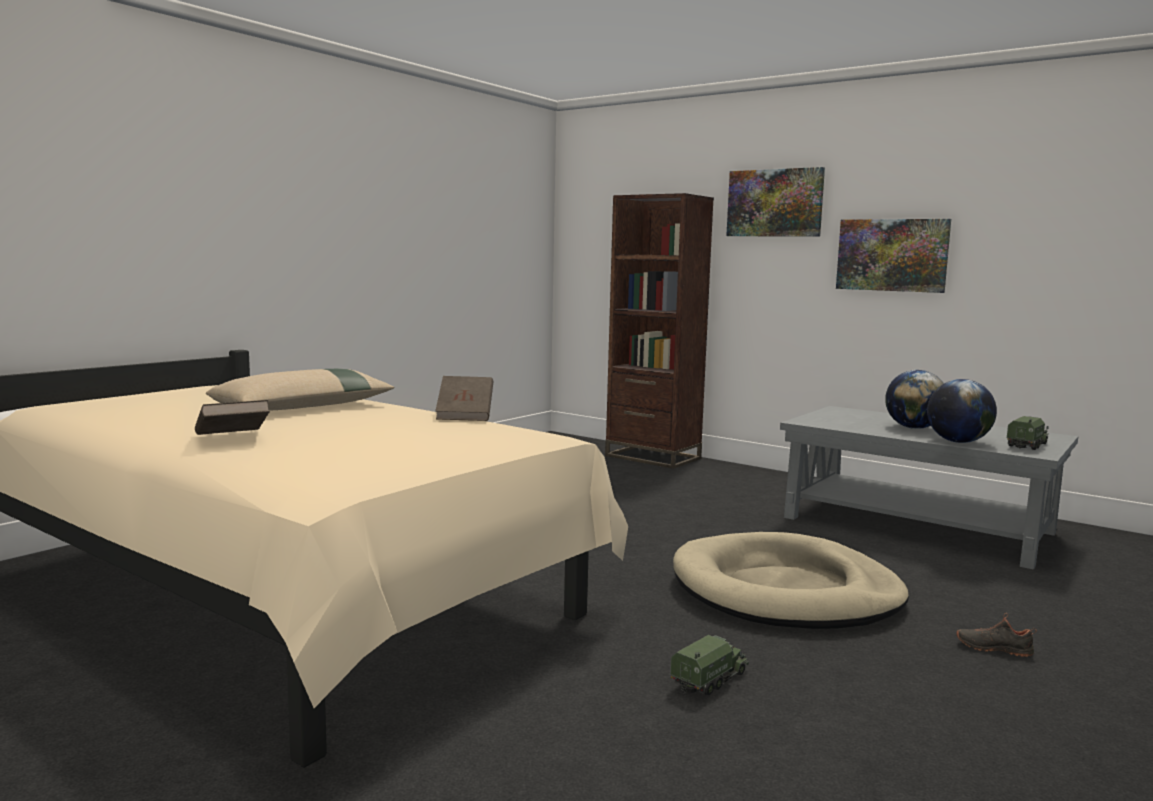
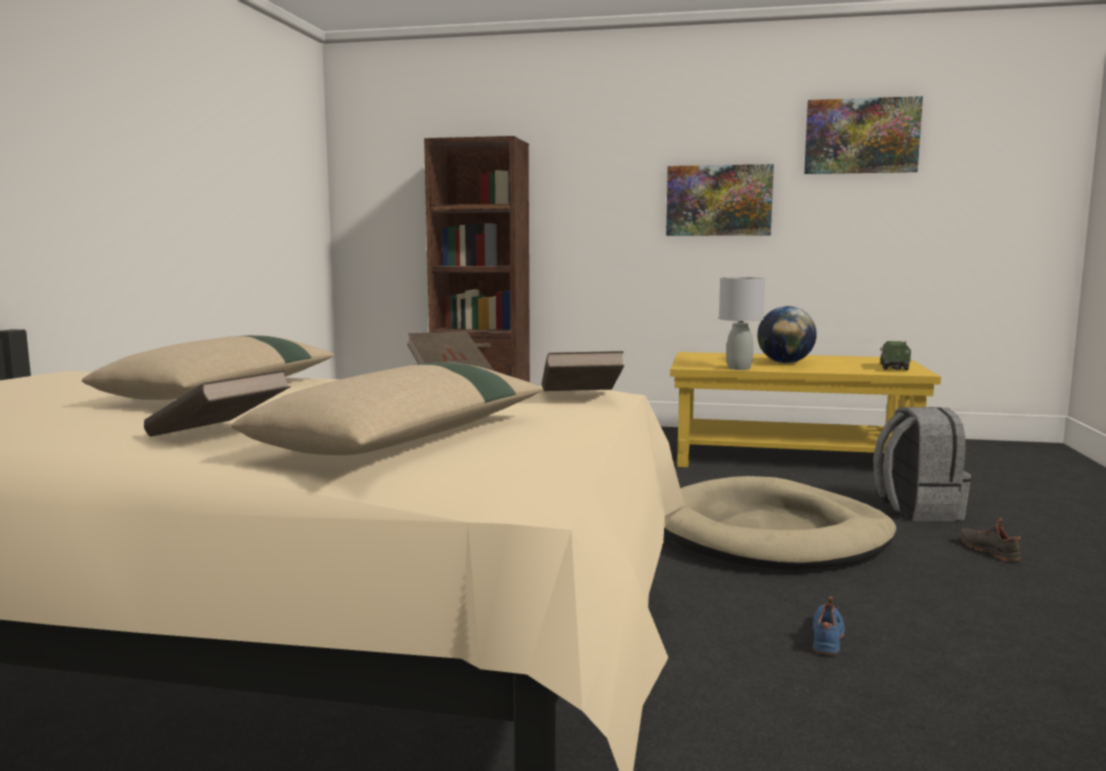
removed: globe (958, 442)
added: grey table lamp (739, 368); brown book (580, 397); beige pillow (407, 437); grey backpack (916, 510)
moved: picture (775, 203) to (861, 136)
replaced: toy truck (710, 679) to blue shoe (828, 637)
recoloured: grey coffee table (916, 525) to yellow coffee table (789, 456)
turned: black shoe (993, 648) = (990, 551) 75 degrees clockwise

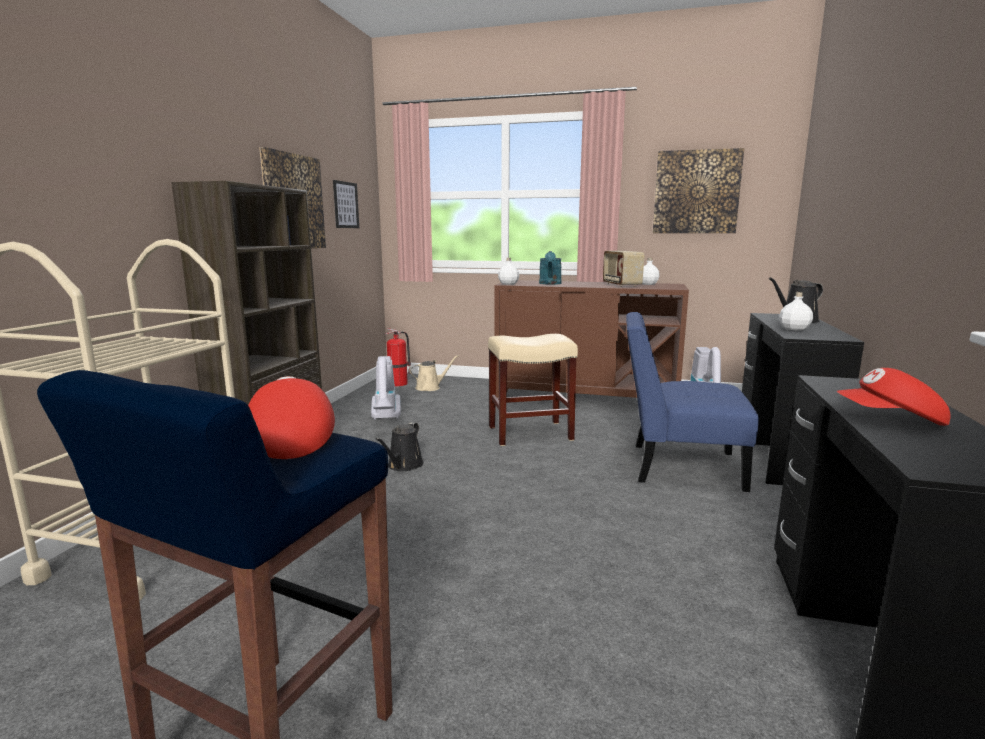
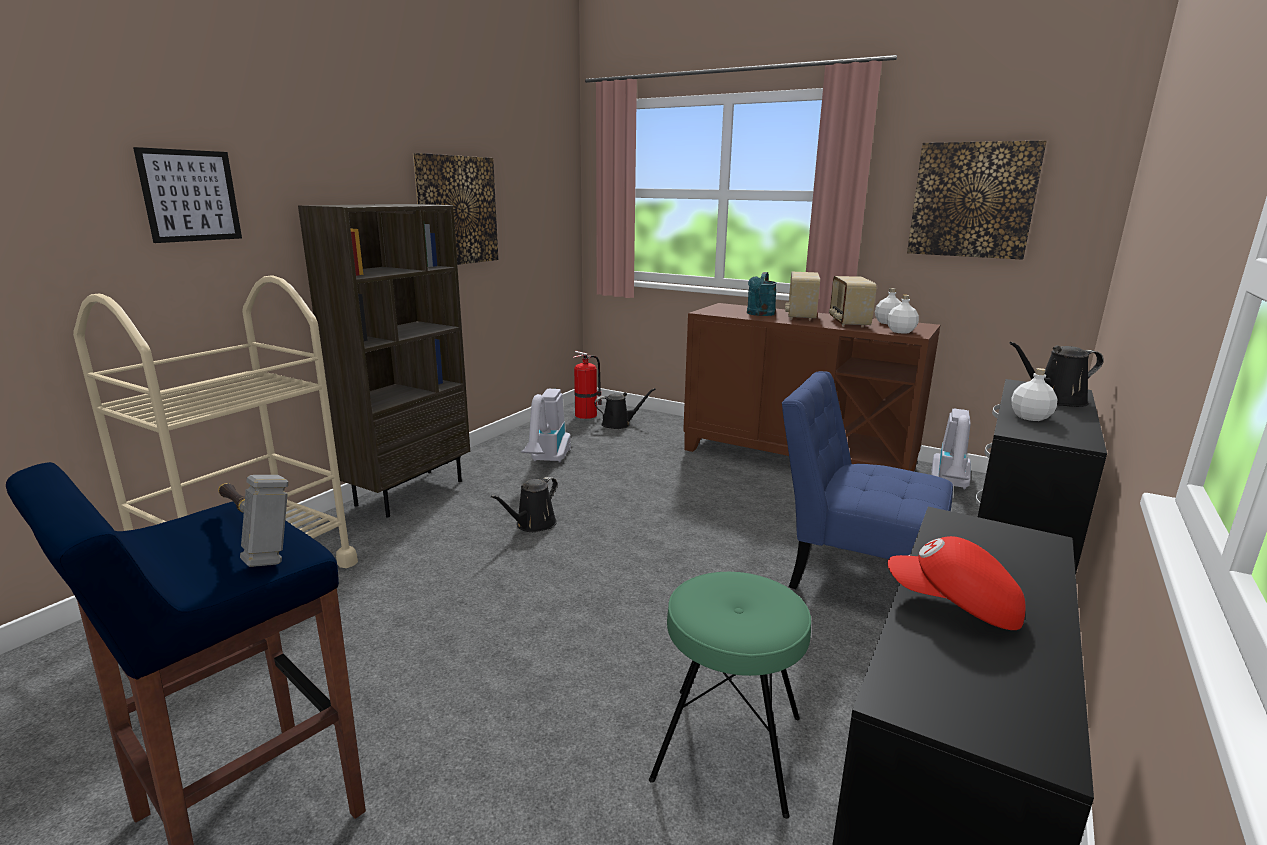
removed: beige stool (530, 433)
added: radio (800, 316); green stool (728, 747)
moved: picture (345, 205) to (190, 196); white bottle (508, 284) to (901, 332)
replaced: red cap (290, 440) to hammer (252, 538)
recoloured: beige watering can (430, 387) to black watering can (619, 424)

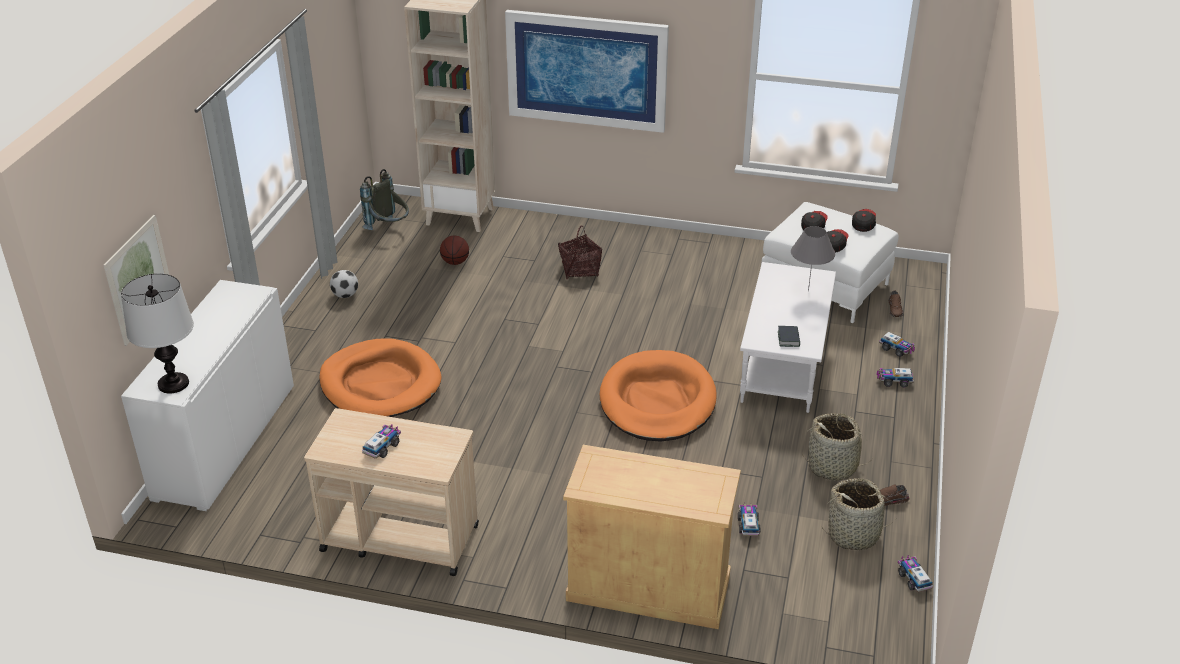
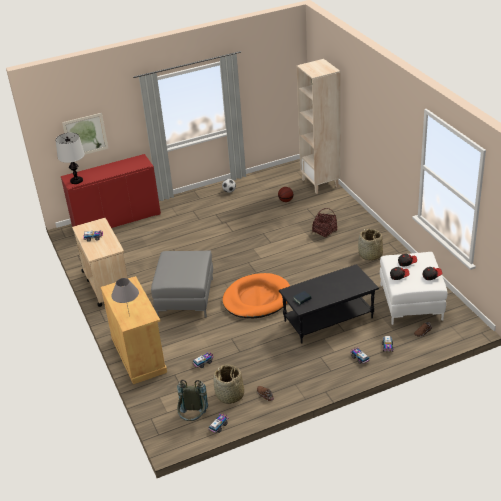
removed: picture (586, 70); orange dog bed (380, 384)
added: grey ottoman (185, 298)
moved: grey backpack (389, 229) to (193, 418); grey table lamp (808, 291) to (129, 316); basket (833, 467) to (370, 255)
recoloured: white coffee table (784, 365) to black coffee table (328, 320); white cabinet (225, 441) to red cabinet (116, 220)

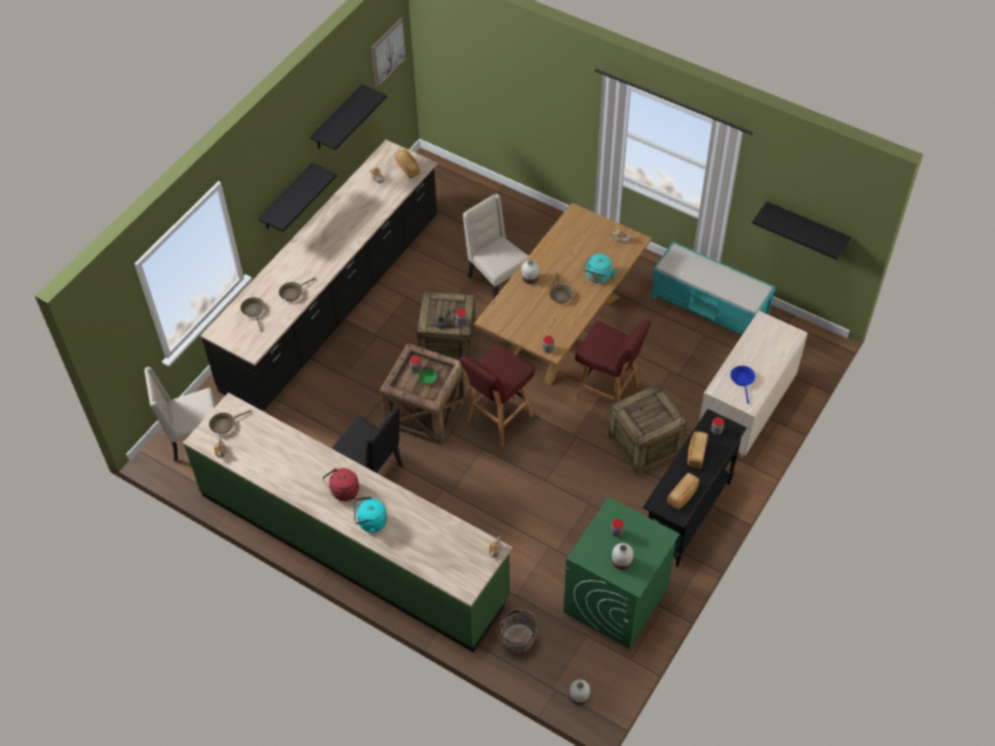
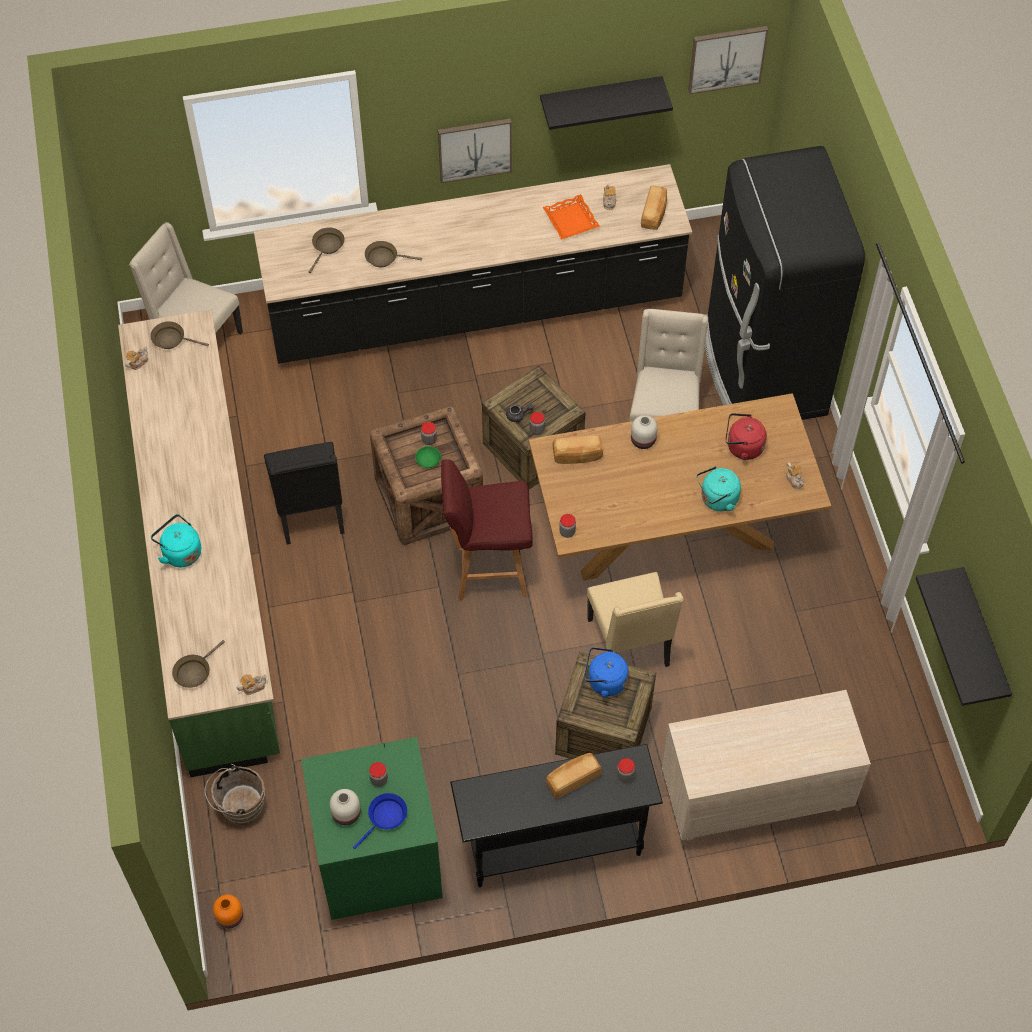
removed: turquoise bench (710, 308)
added: black fridge (761, 370); orange tray (571, 220); blue kettle (604, 681)
moved: brown frying pan (560, 294) to (194, 671); blue frying pan (742, 380) to (385, 817); red kettle (343, 492) to (742, 447); bread (683, 495) to (577, 456)
replaced: black shelf (286, 198) to picture (474, 149); red stool (608, 394) to beige chair (630, 644)
recoloured: white vase (579, 697) to orange vase (229, 917)

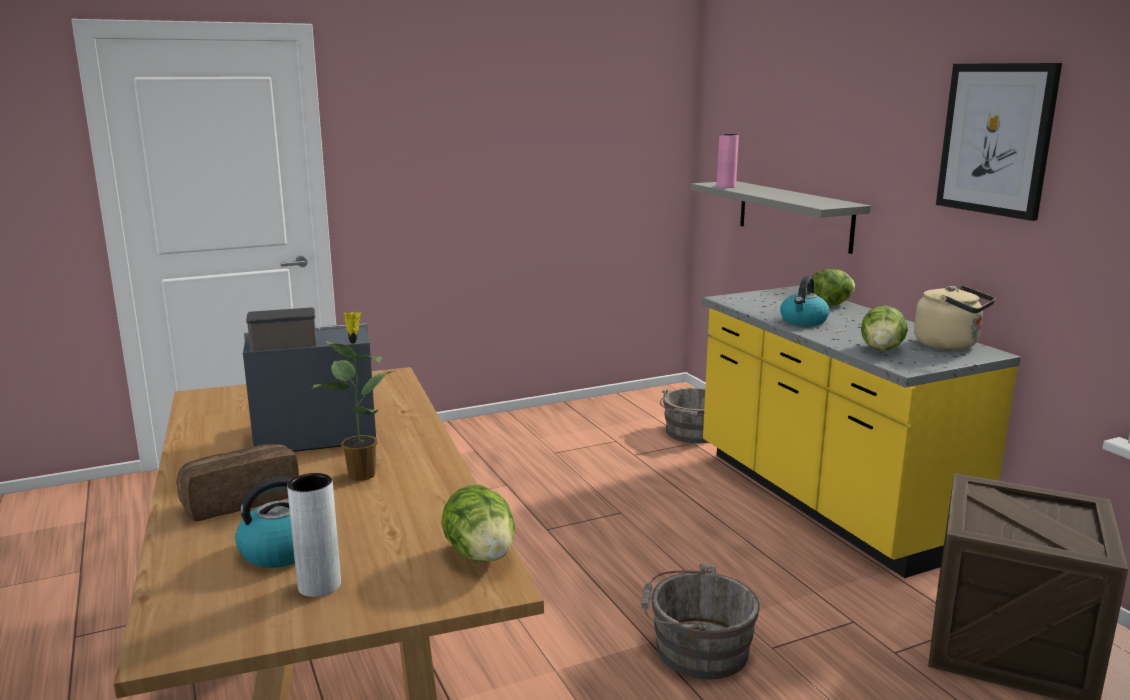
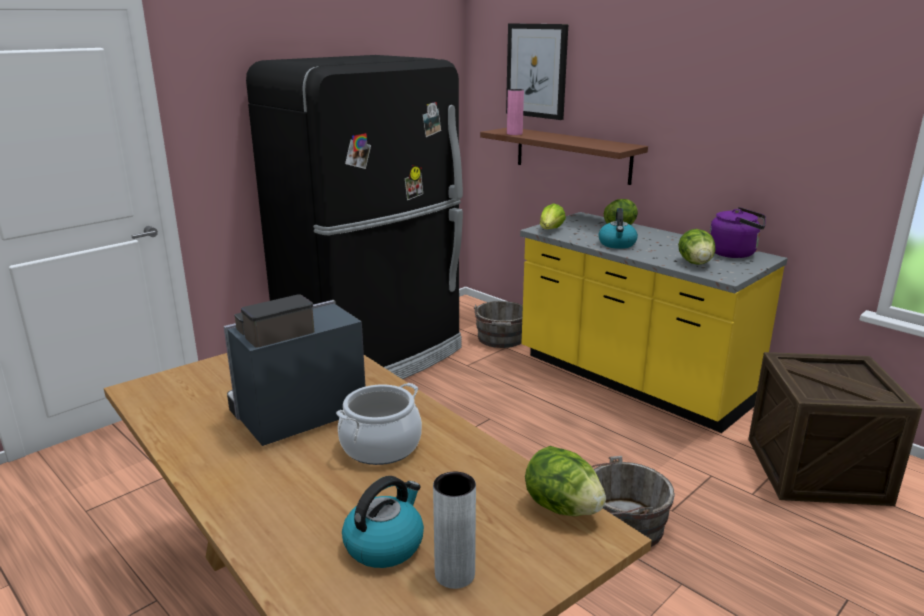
removed: bread (240, 500)
added: black fridge (374, 357); lettuce (550, 230)
moved: picture (996, 139) to (537, 71)
replaced: potted plant (362, 474) to cooking pot (381, 446)
recoloured: grey shelf (794, 215) to brown shelf (572, 155); beige kettle (950, 345) to purple kettle (735, 253)

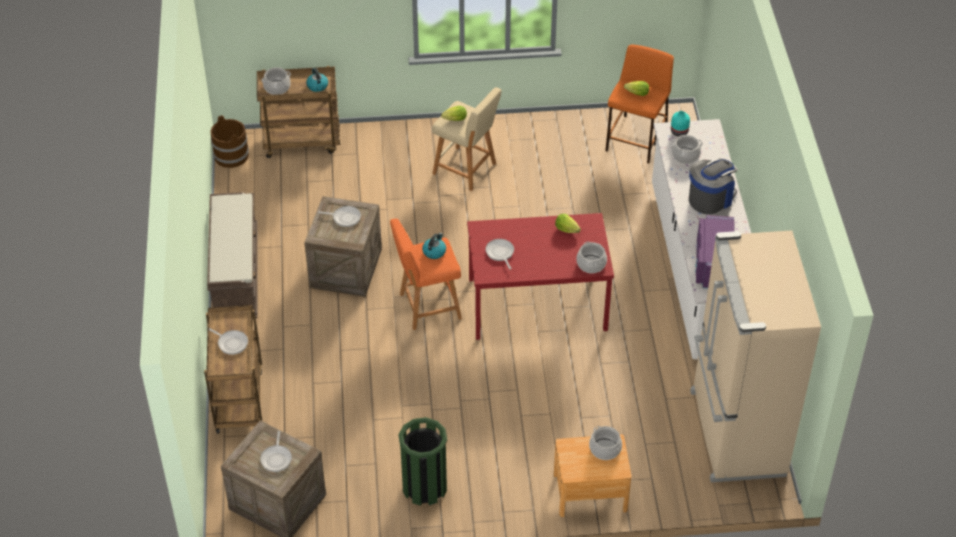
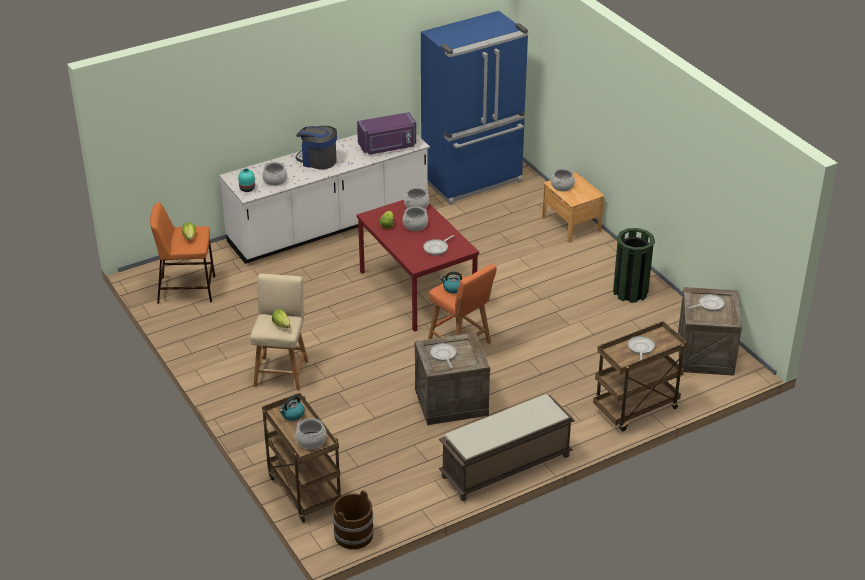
added: cooking pot (415, 225)
recoloured: beige fridge (735, 434) to blue fridge (473, 181)

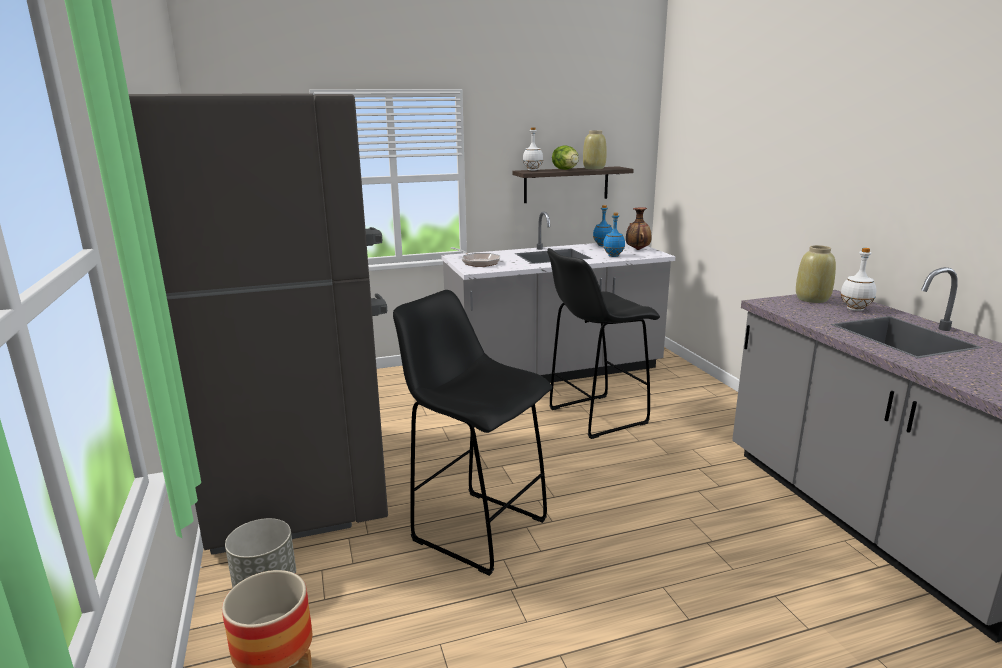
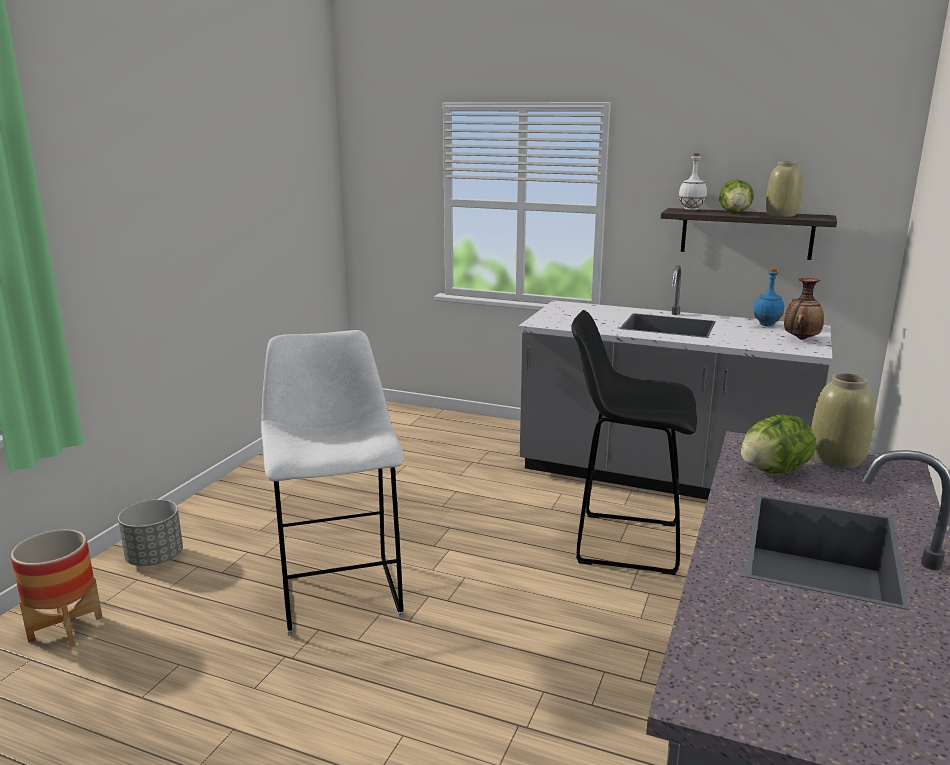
removed: grey fridge (299, 484); blue bottle (613, 256); frying pan (478, 262); white bottle (854, 309)
added: lettuce (773, 470)
recoloured: black stool (476, 528) to white stool (340, 593)

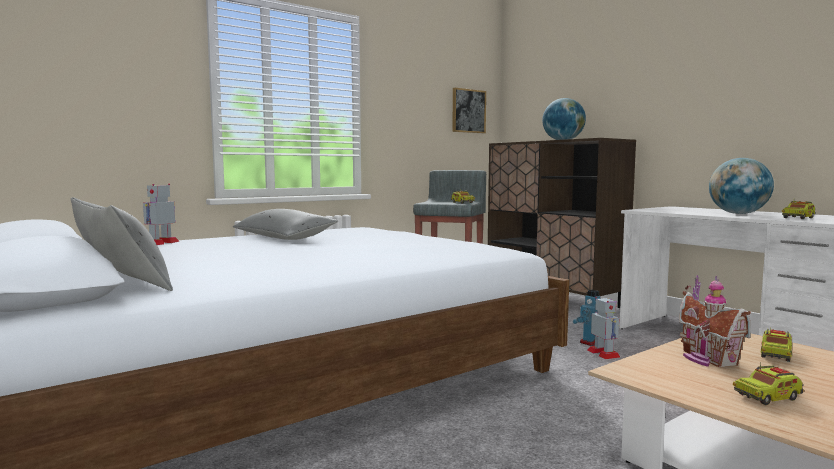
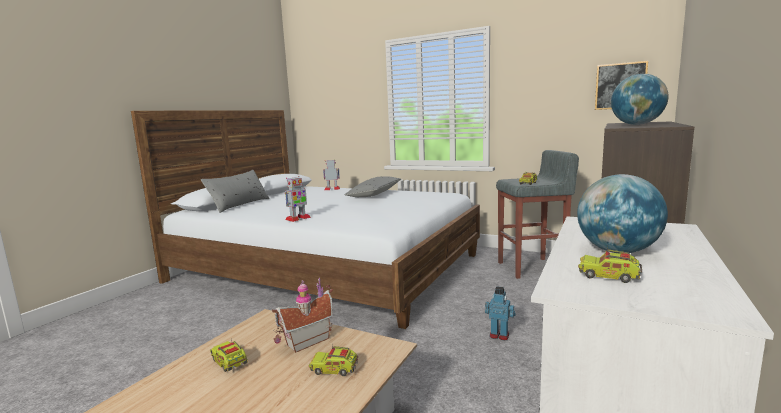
moved: toy robot (603, 354) to (298, 218)

